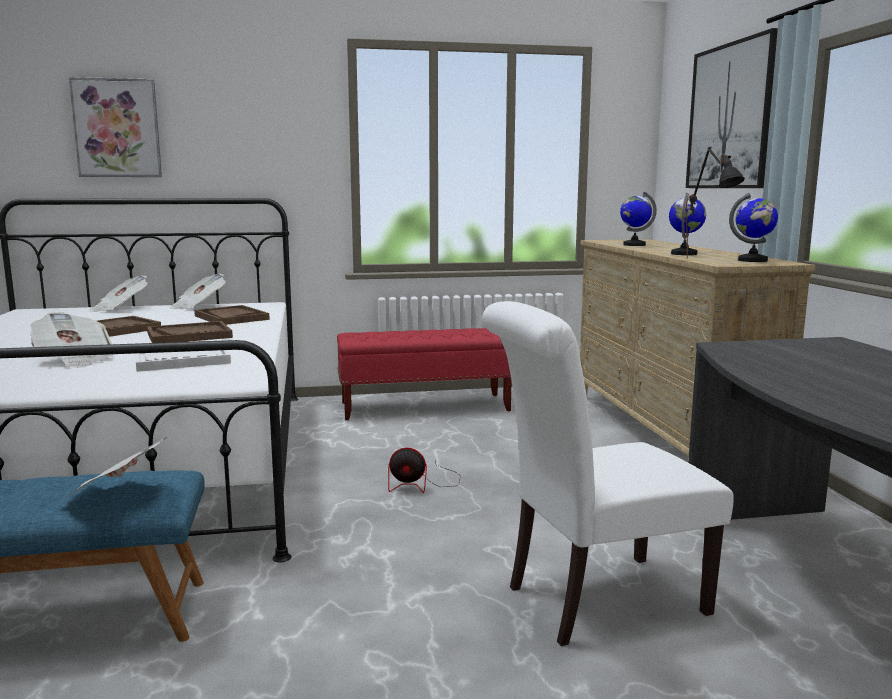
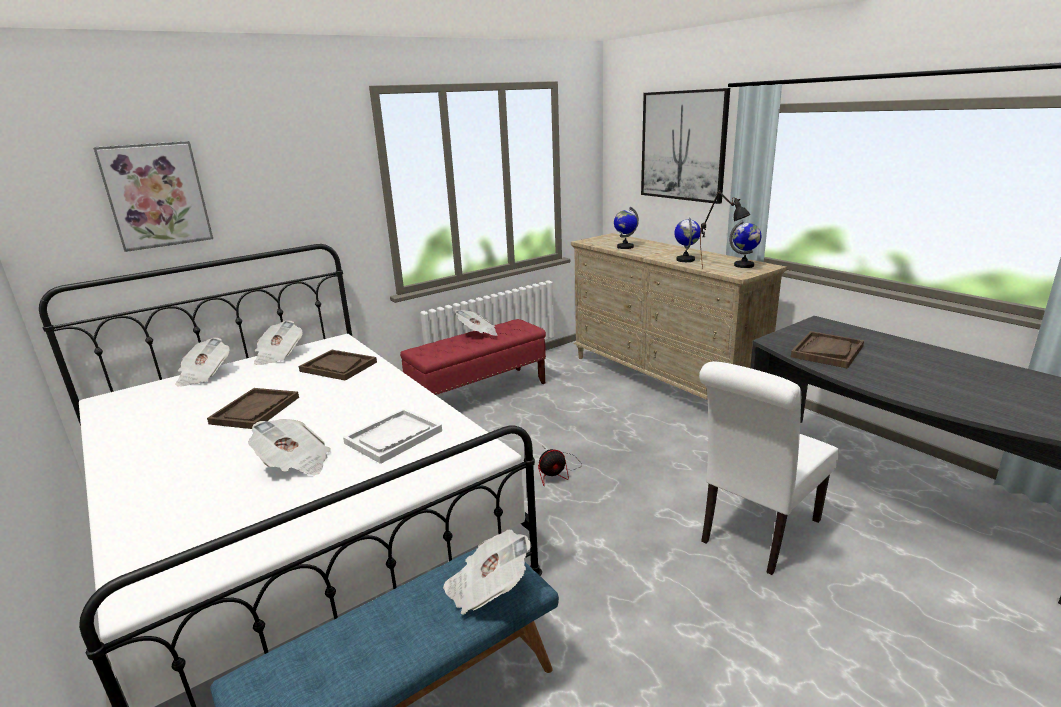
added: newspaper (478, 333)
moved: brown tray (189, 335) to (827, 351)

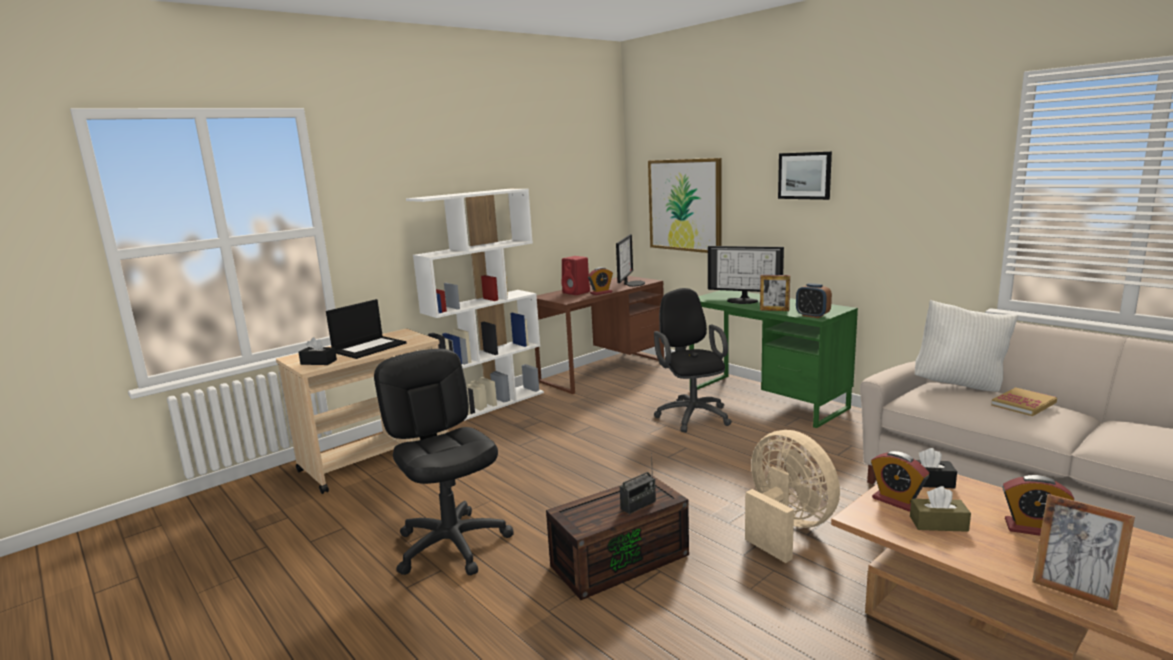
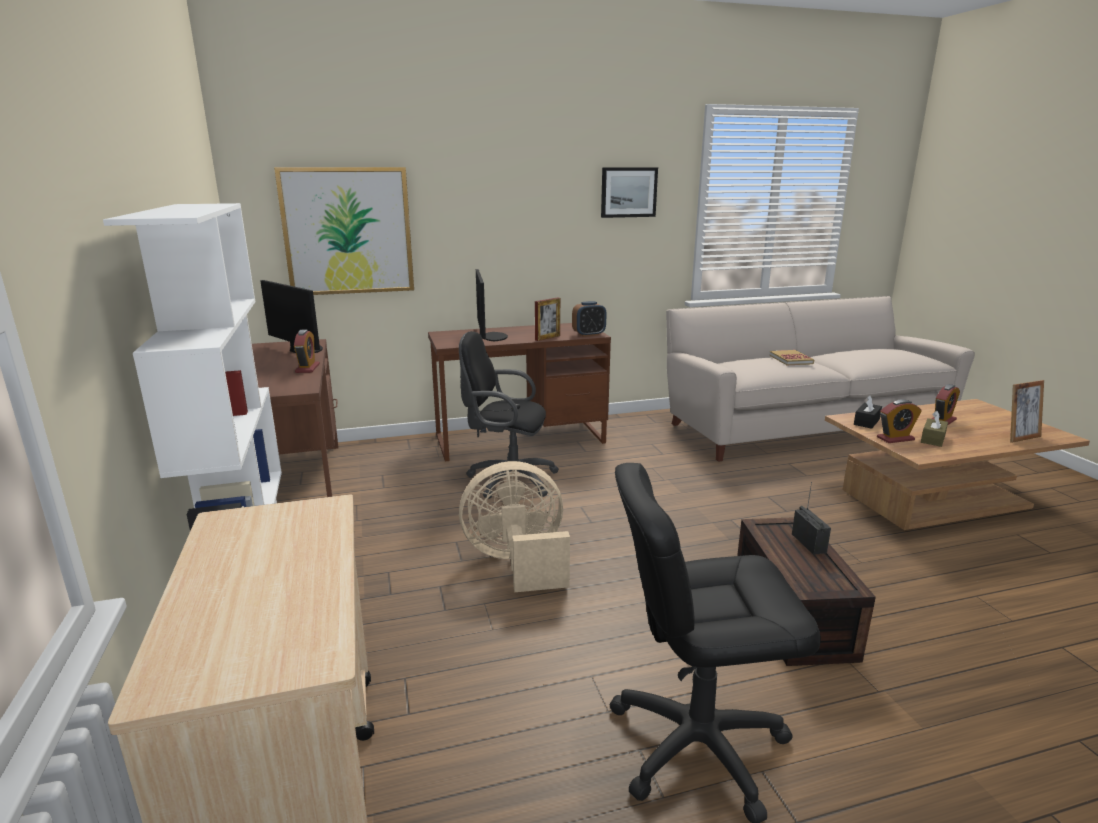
removed: red speaker (577, 292); laptop (369, 347); white pillow (960, 385); black tissue box (318, 362)
moved: picture (804, 175) to (628, 192); beige fan (786, 528) to (517, 563)
recoloured: green desk (766, 399) to brown desk (520, 439)
turned: monitor (743, 300) = (490, 337) 60 degrees counterclockwise

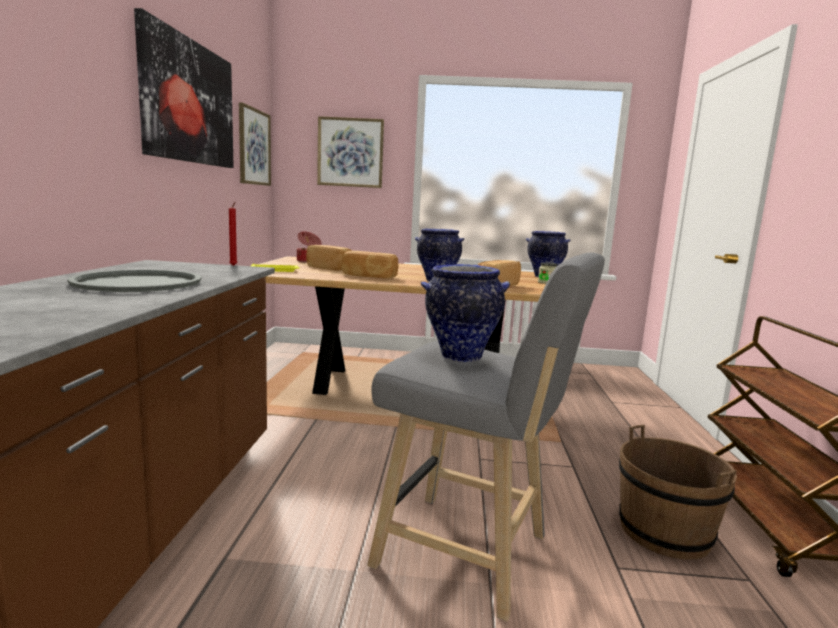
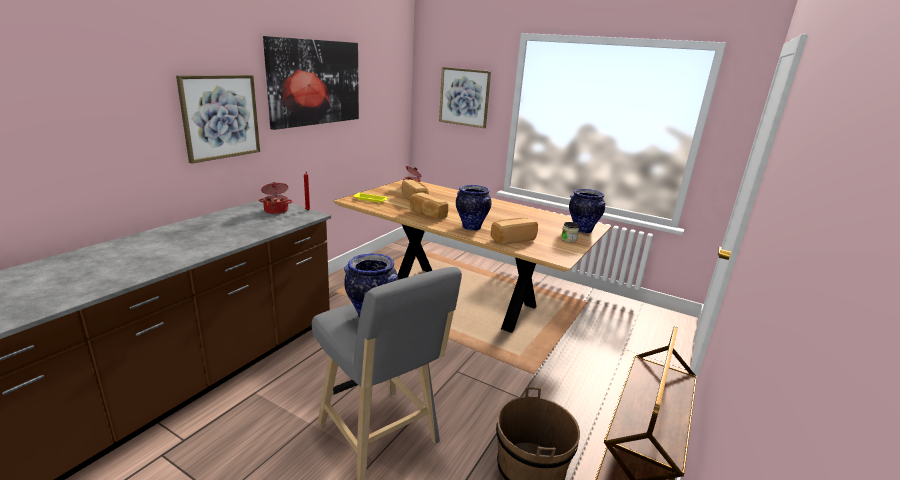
removed: grey tray (138, 283)
added: cooking pot (276, 210)
moved: picture (254, 147) to (220, 117)

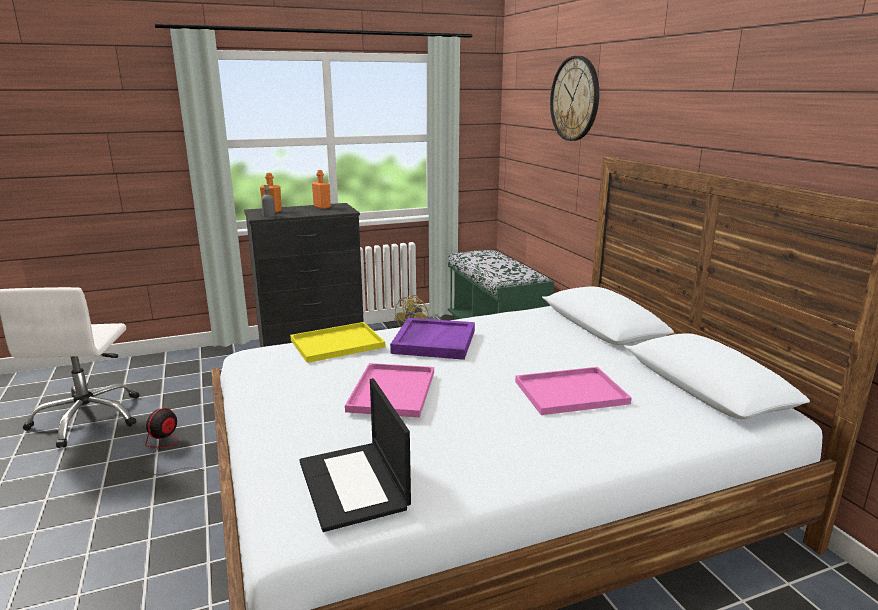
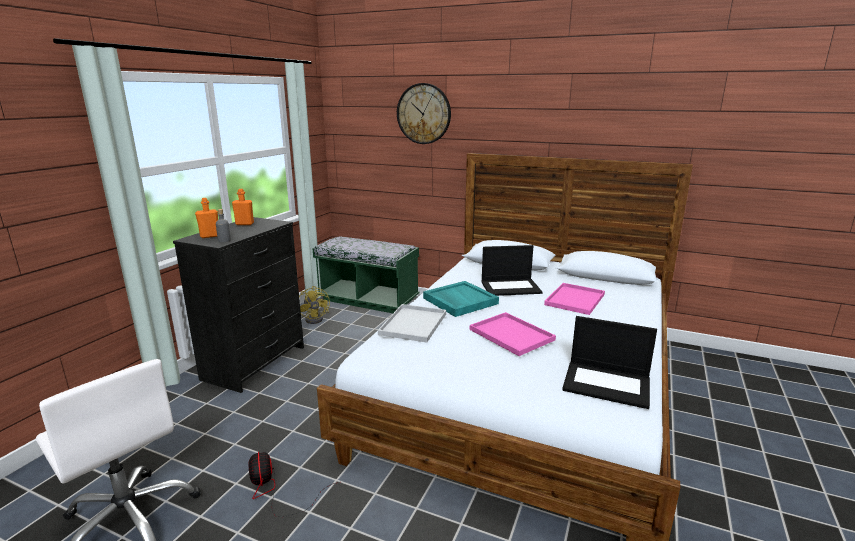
added: laptop (511, 287)
recoloured: purple tray (433, 341) to turquoise tray (459, 301); yellow tray (338, 343) to white tray (413, 323)

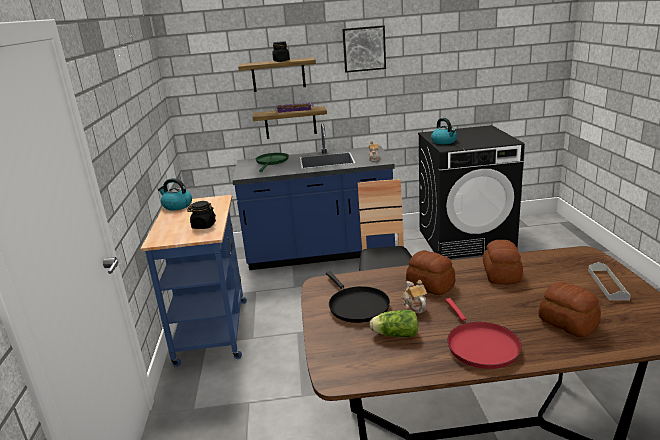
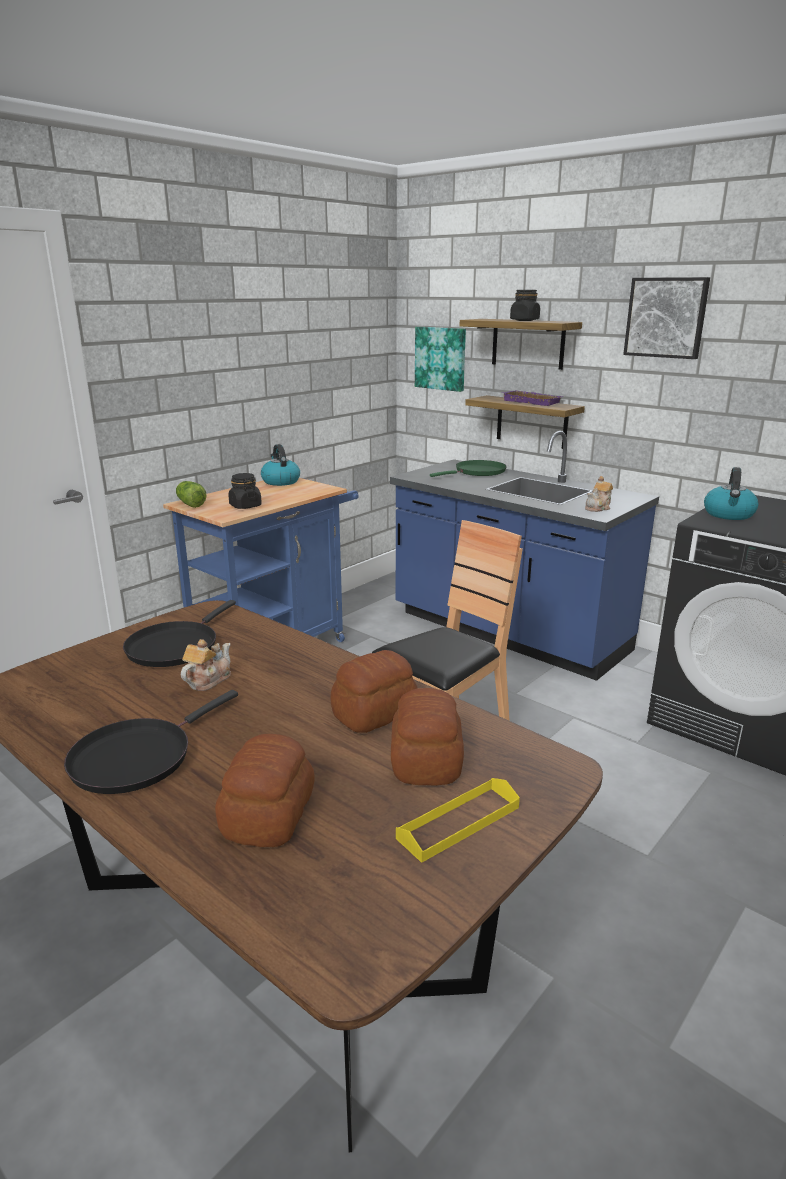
added: picture (441, 358)
moved: bread (430, 285) to (427, 760); lettuce (394, 334) to (190, 504)
recoloured: grey tray (607, 284) to yellow tray (458, 822); red frying pan (480, 345) to black frying pan (137, 757)

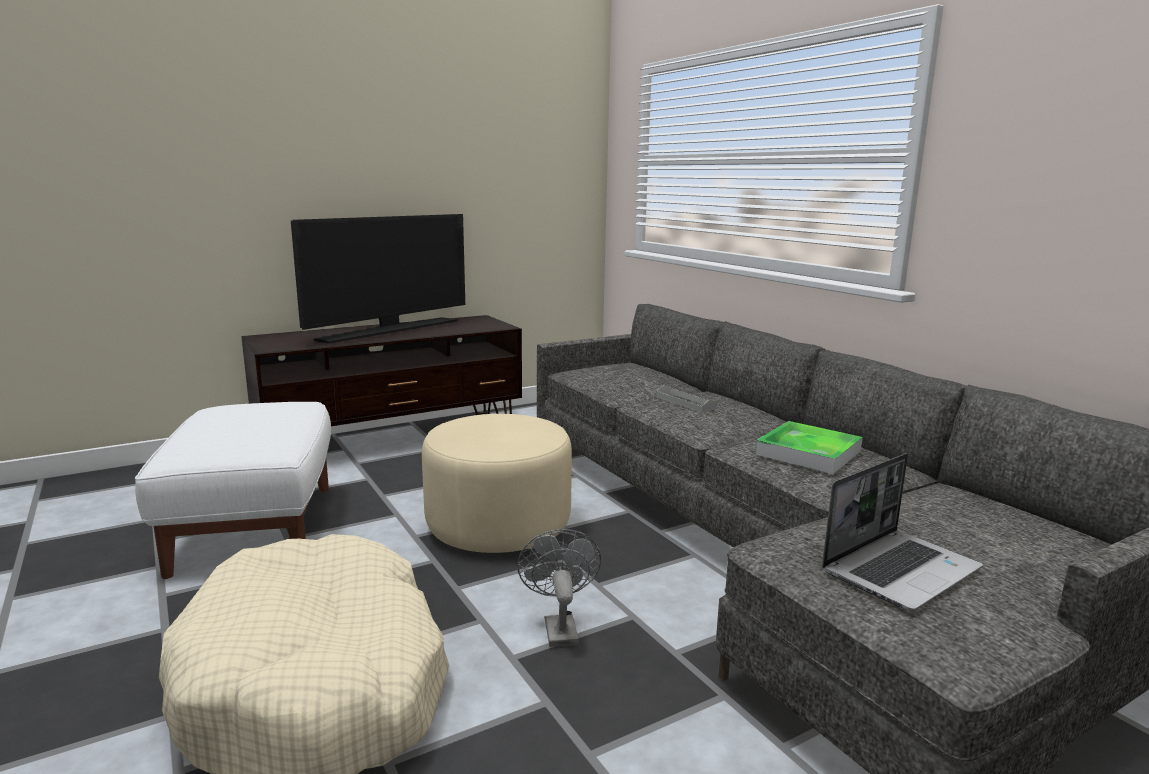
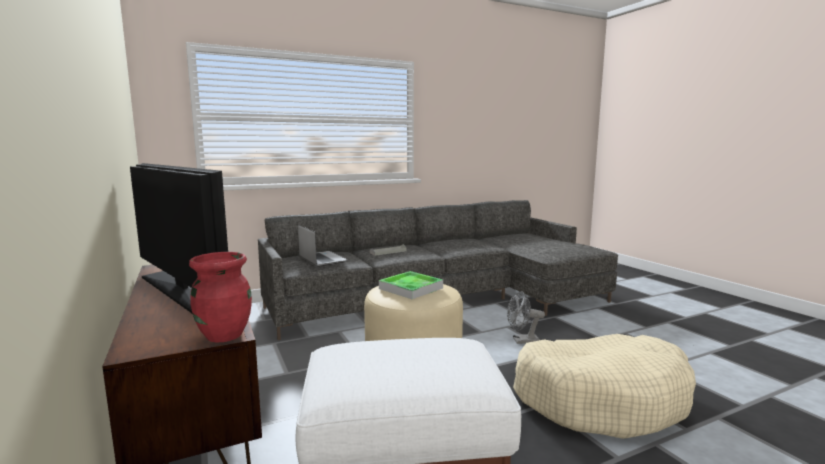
added: red vase (224, 335)
moved: tray (808, 453) to (411, 288); laptop (900, 570) to (321, 259)

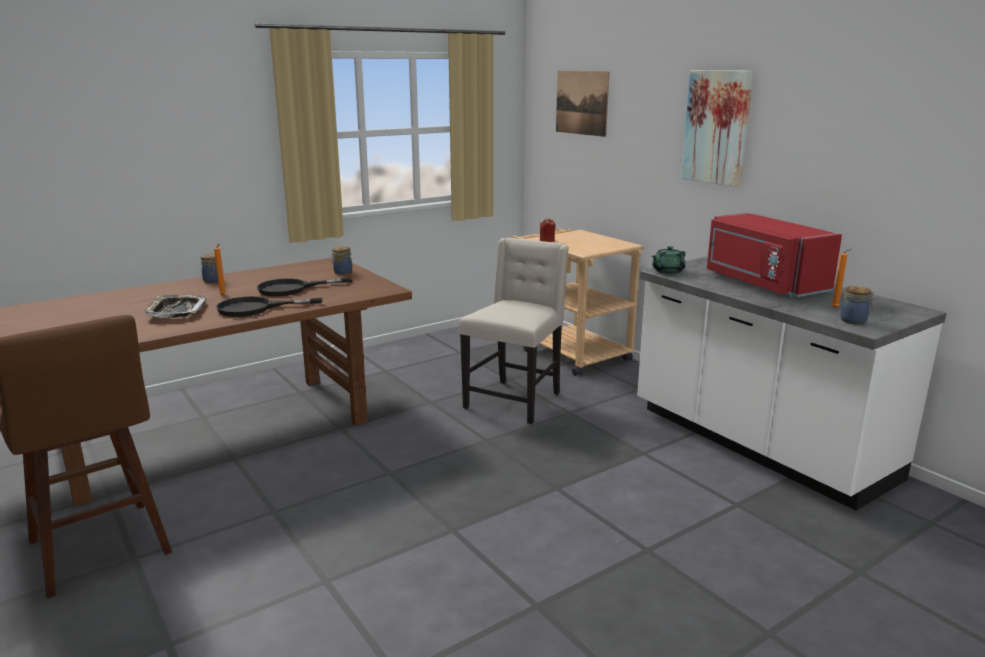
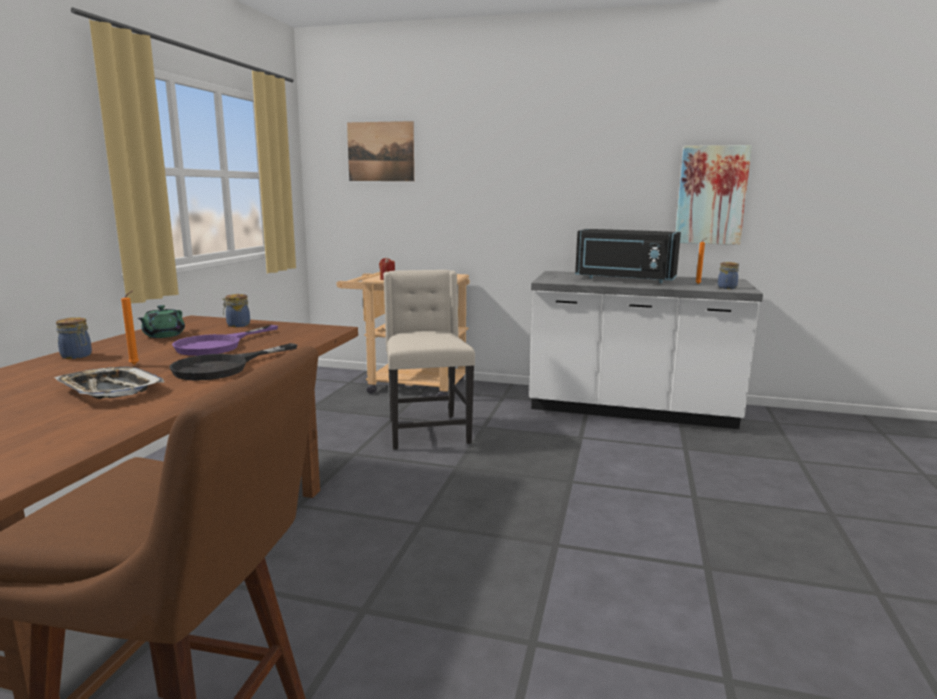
moved: picture (717, 127) to (711, 195); green teapot (667, 271) to (163, 335)
recoloured: red microwave (762, 283) to black microwave (624, 279); black frying pan (292, 289) to purple frying pan (218, 345)

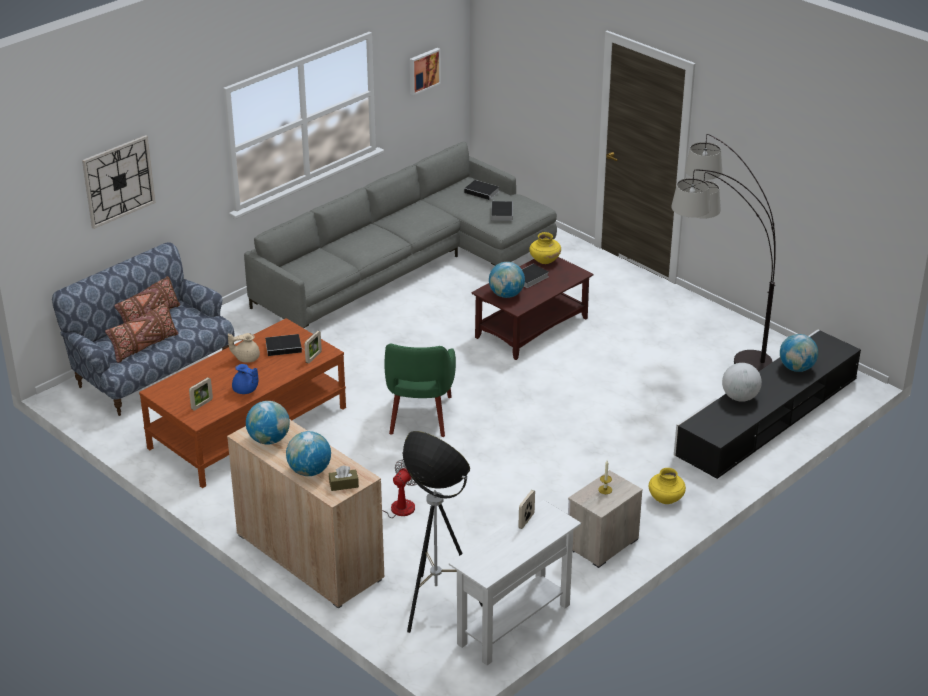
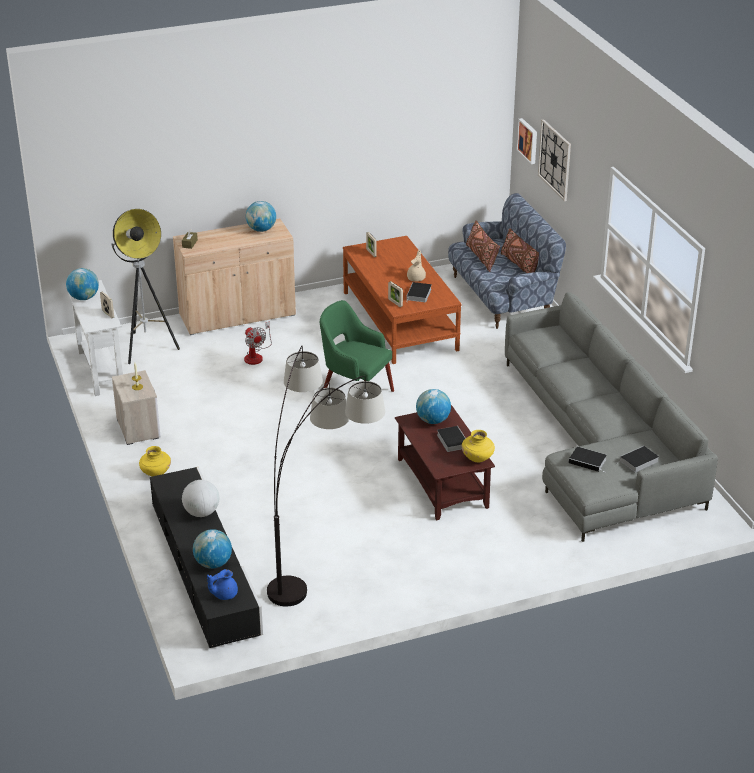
moved: picture (423, 70) to (528, 140); blue teapot (245, 390) to (224, 594); globe (309, 471) to (84, 298)

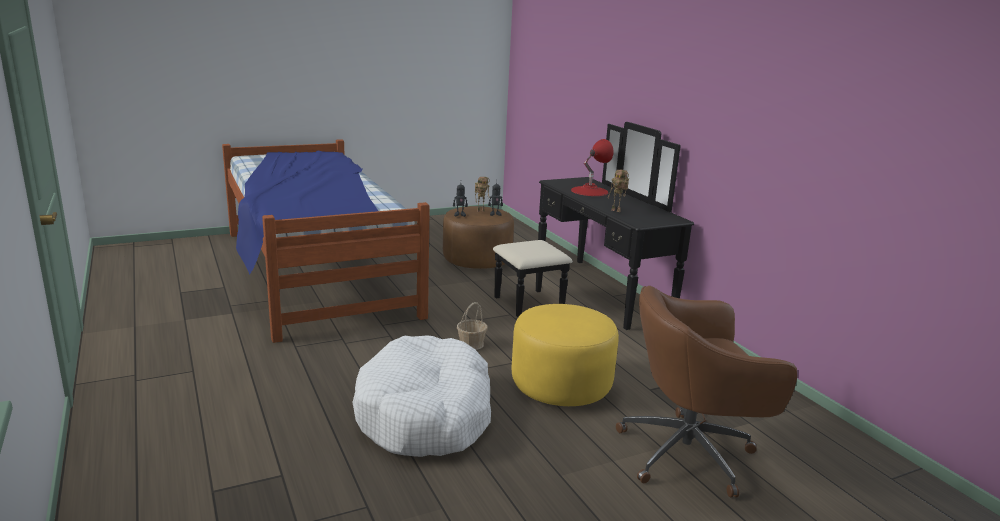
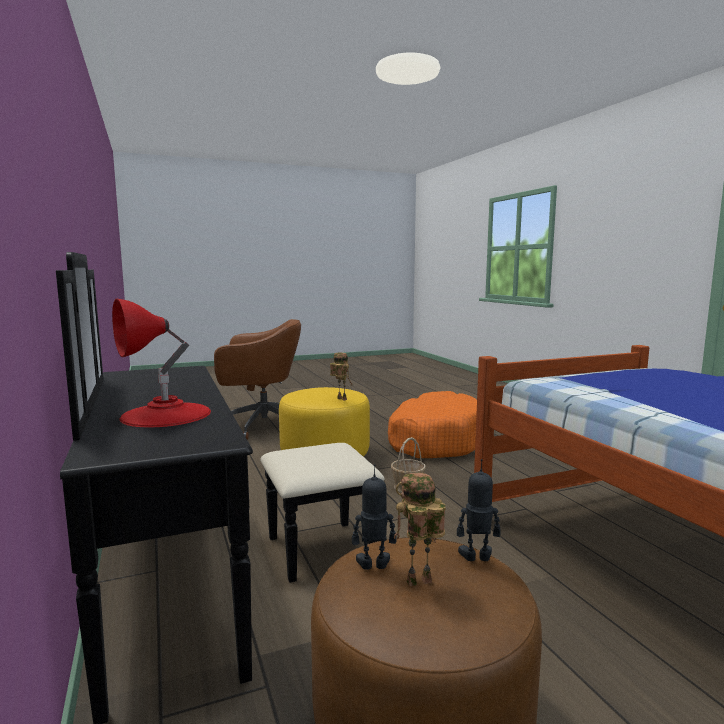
moved: toy robot (617, 210) to (340, 399)
recoloured: white dog bed (425, 414) to orange dog bed (435, 440)

